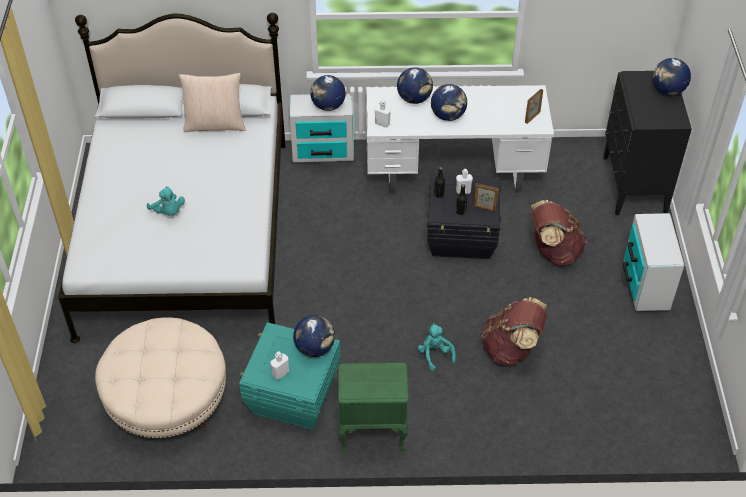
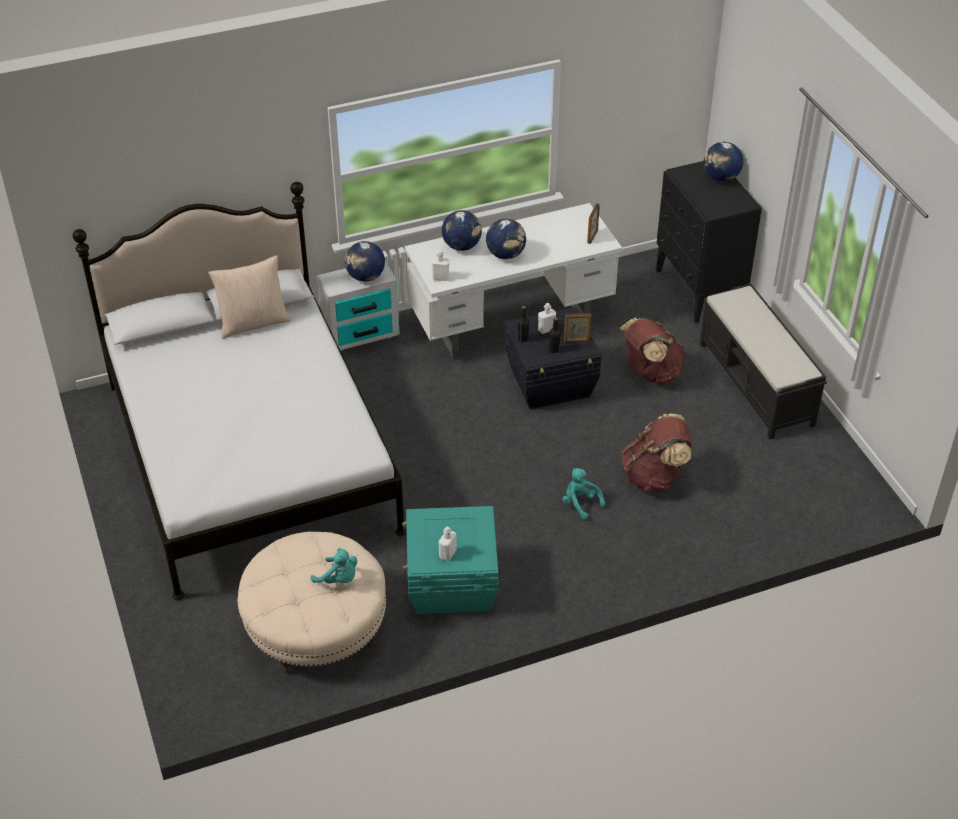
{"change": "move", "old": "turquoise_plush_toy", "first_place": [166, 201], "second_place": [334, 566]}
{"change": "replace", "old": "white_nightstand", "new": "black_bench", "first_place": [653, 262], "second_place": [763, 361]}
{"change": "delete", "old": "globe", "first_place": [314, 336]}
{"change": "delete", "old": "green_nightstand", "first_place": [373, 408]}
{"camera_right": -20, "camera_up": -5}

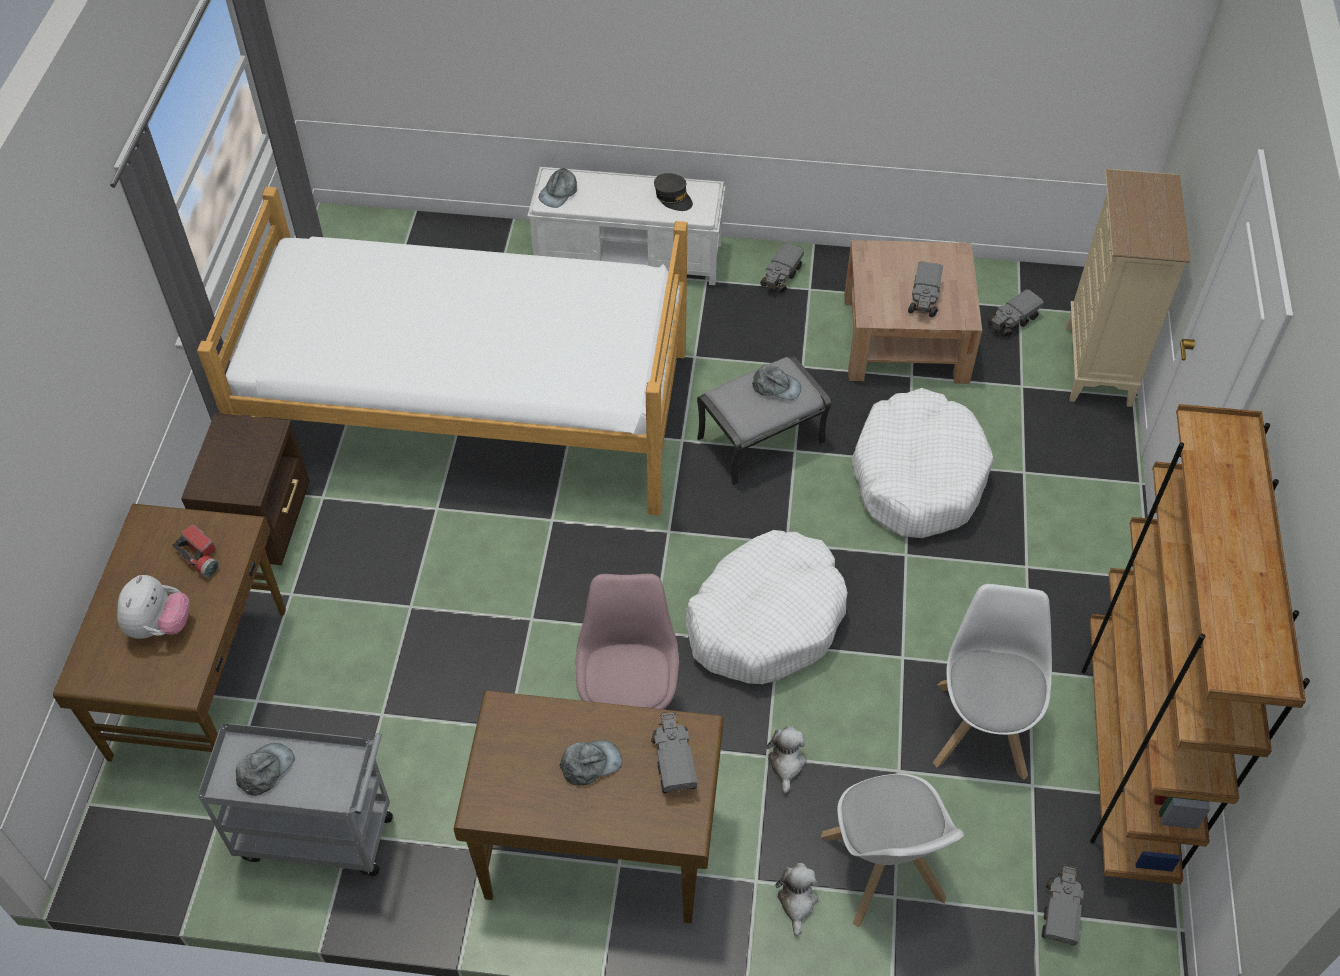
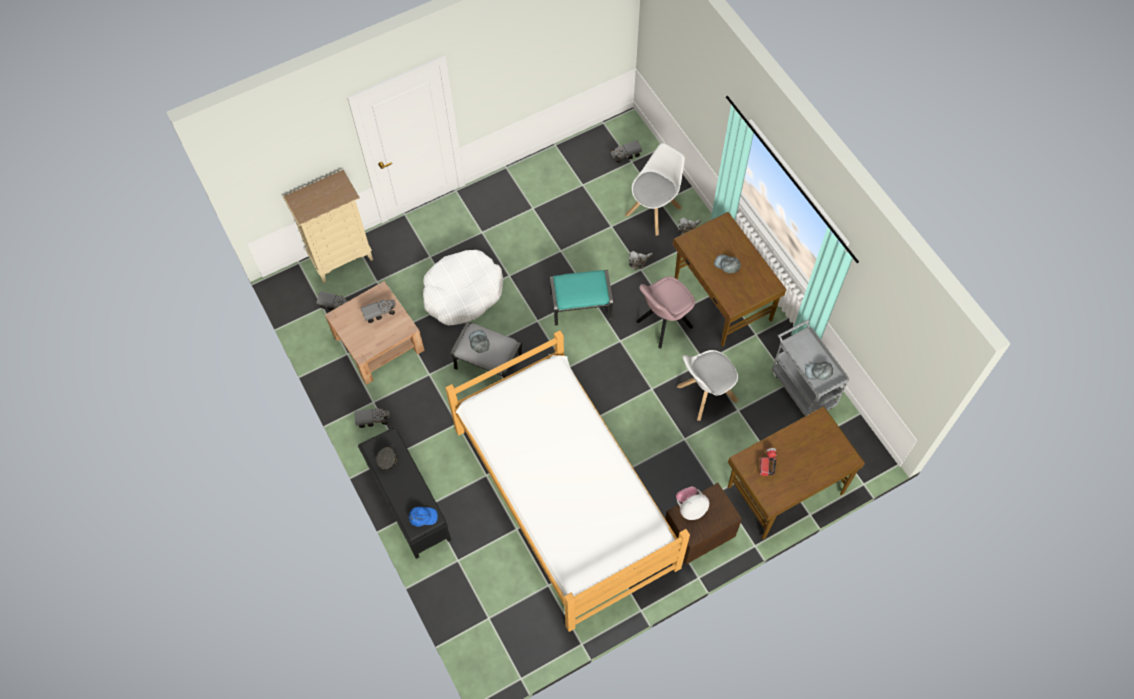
{"change": "recolor", "old": "white_bench", "new": "black_bench", "first_place": [626, 226], "second_place": [404, 493]}
{"change": "recolor", "old": "grey_cap", "new": "blue_cap", "first_place": [557, 188], "second_place": [423, 517]}
{"change": "delete", "old": "brown_bookcase", "first_place": [1195, 644]}
{"change": "replace", "old": "white_dog_bed", "new": "turquoise_ottoman", "first_place": [767, 607], "second_place": [581, 298]}
{"change": "move", "old": "plush_toy", "first_place": [153, 607], "second_place": [692, 503]}
{"change": "move", "old": "chair", "first_place": [992, 682], "second_place": [707, 385]}
{"change": "delete", "old": "toy_truck", "first_place": [674, 752]}
{"camera_right": -125, "camera_up": 10}

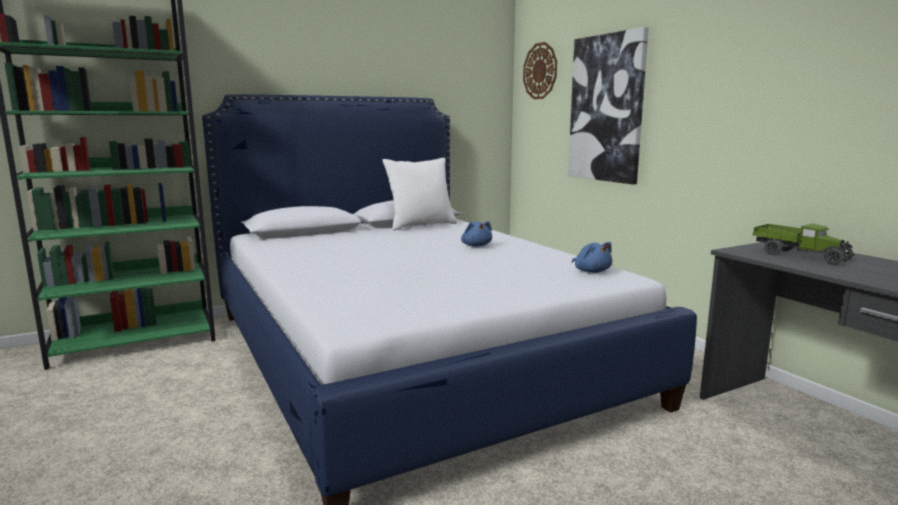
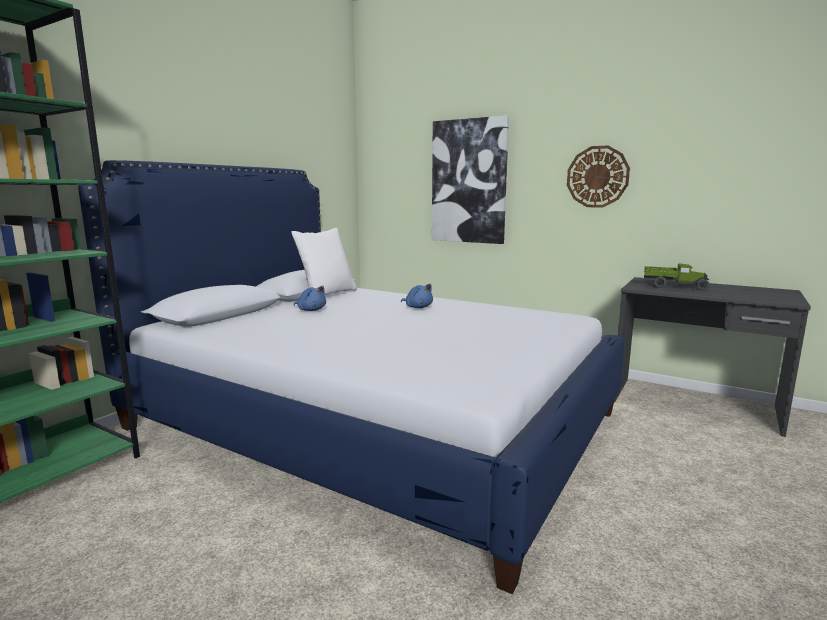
{"change": "move", "old": "wall_clock", "first_place": [540, 70], "second_place": [598, 176]}
{"change": "move", "old": "blue_plush_toy", "first_place": [592, 257], "second_place": [310, 298]}
{"camera_right": -30, "camera_up": 0}

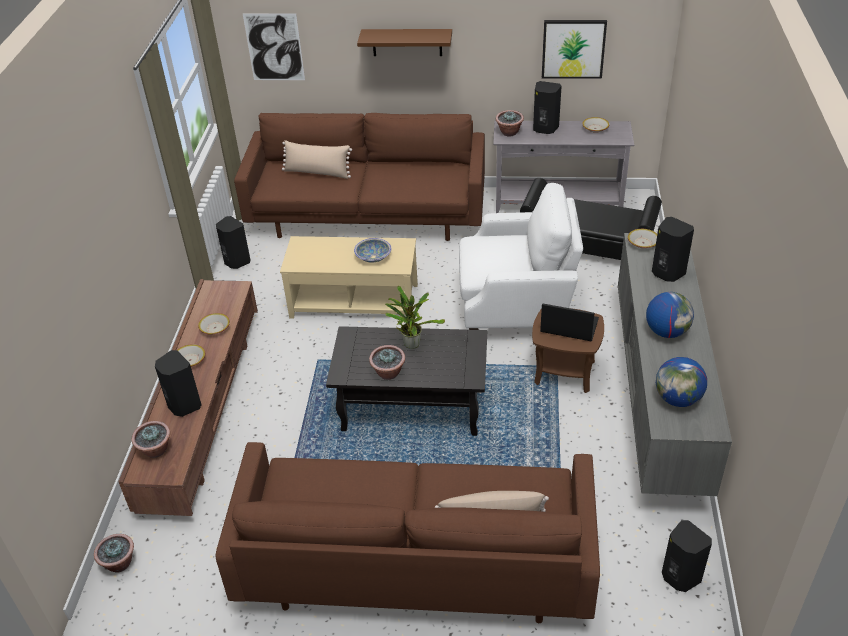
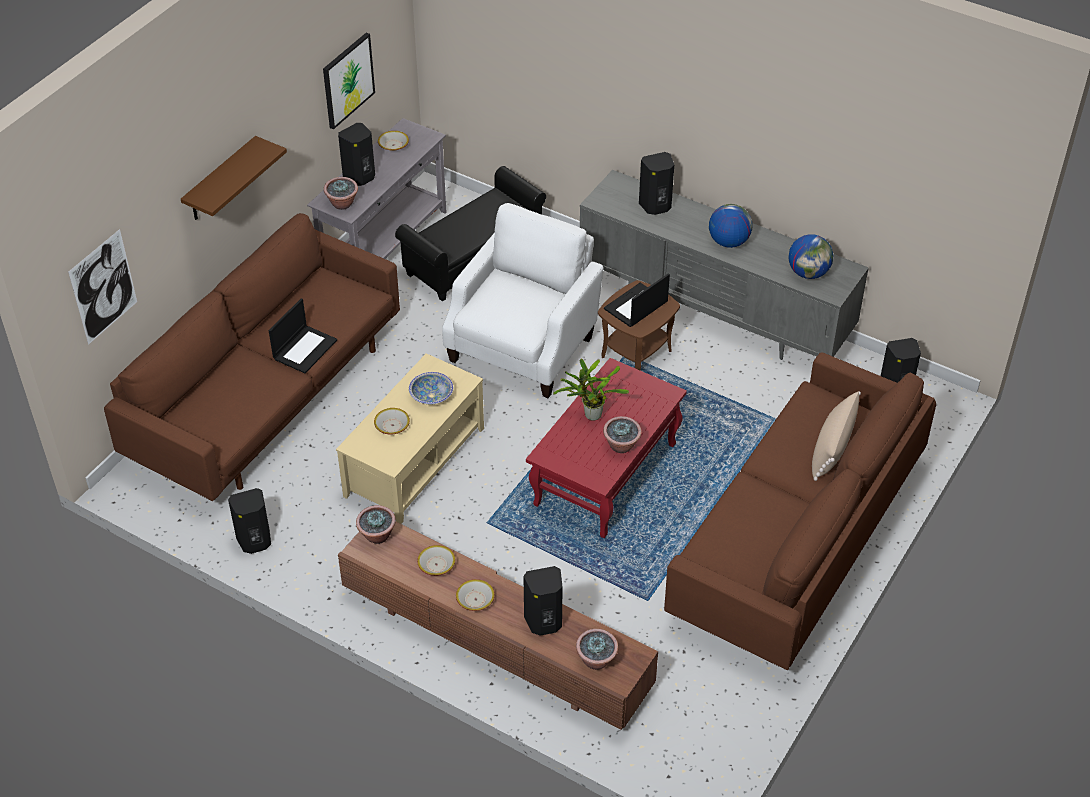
{"change": "delete", "old": "beige_pillow", "first_place": [317, 159]}
{"change": "move", "old": "bowl", "first_place": [642, 238], "second_place": [392, 421]}
{"change": "recolor", "old": "black_coffee_table", "new": "red_coffee_table", "first_place": [406, 381], "second_place": [606, 448]}
{"change": "move", "old": "potted_plant", "first_place": [114, 553], "second_place": [376, 524]}
{"change": "insert", "new": "laptop", "second_place": [303, 335]}
{"camera_right": -65, "camera_up": 5}

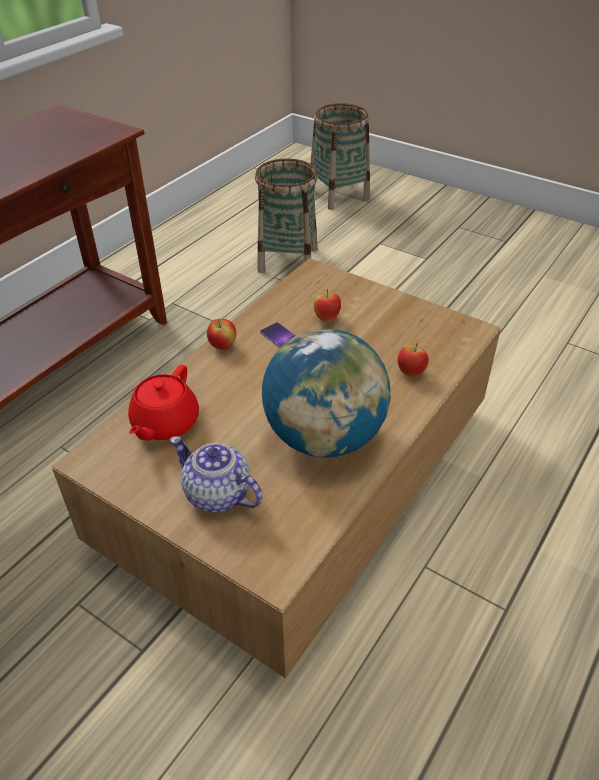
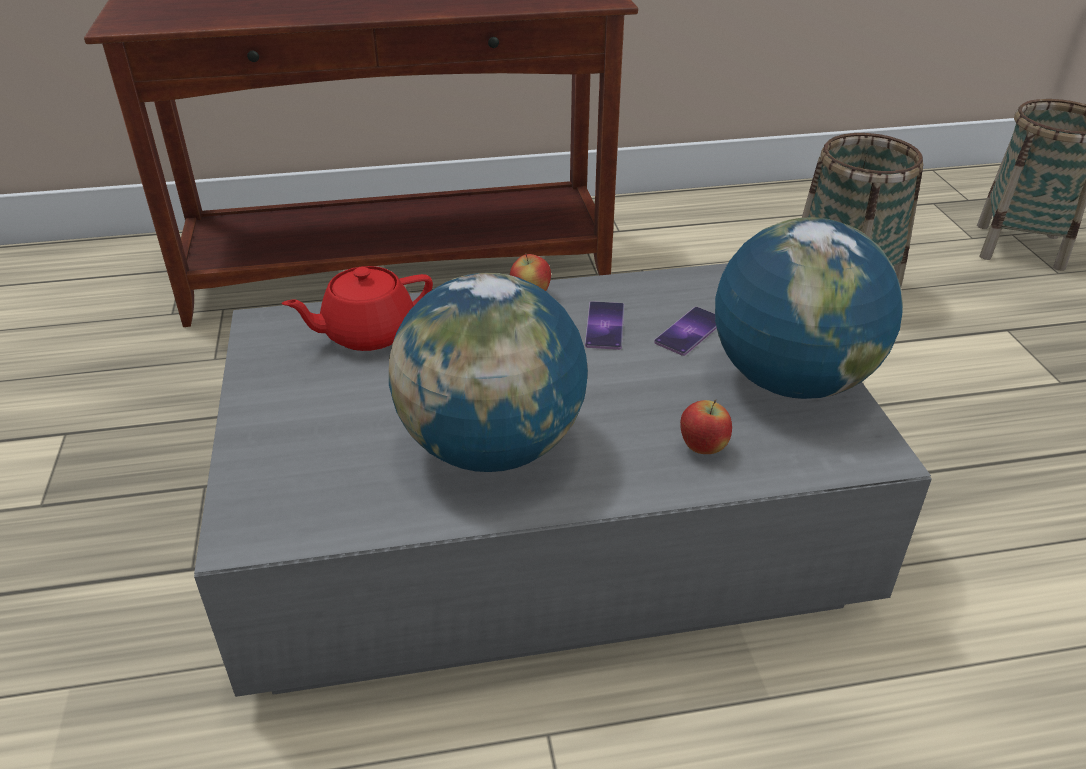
{"change": "recolor", "old": "brown_coffee_table", "new": "grey_coffee_table", "first_place": [276, 468], "second_place": [563, 480]}
{"change": "replace", "old": "apple", "new": "phone", "first_place": [327, 305], "second_place": [685, 331]}
{"change": "delete", "old": "teapot", "first_place": [216, 474]}
{"change": "insert", "new": "globe", "second_place": [809, 308]}
{"camera_right": 45, "camera_up": -5}

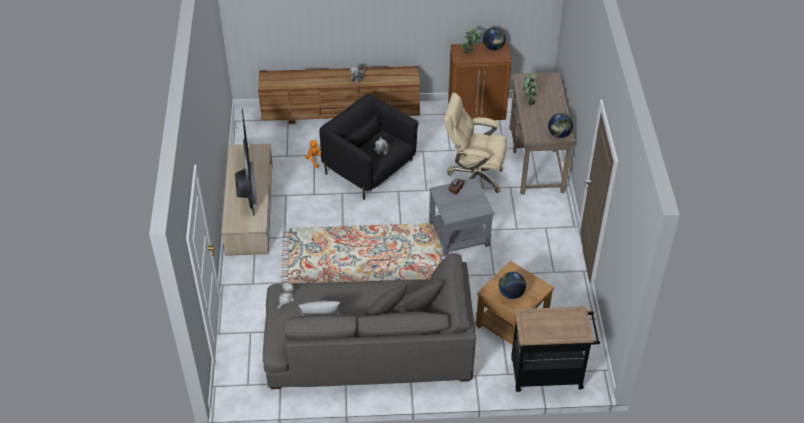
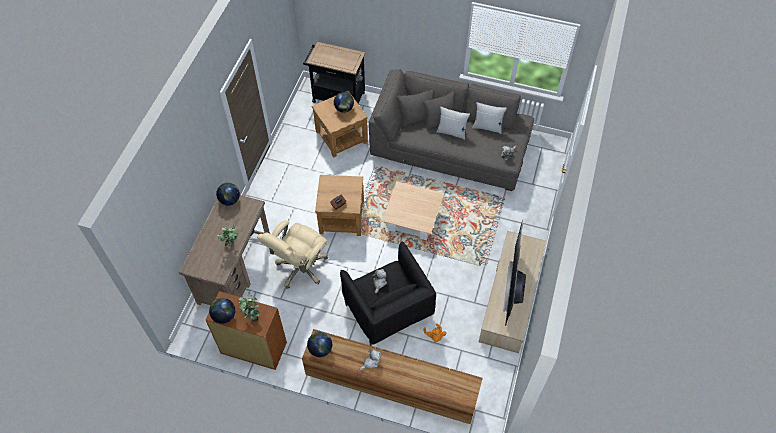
{"change": "rotate", "old": "beige_office_chair", "first_place": [475, 143], "second_place": [293, 254], "degrees": 90}
{"change": "recolor", "old": "grey_side_table", "new": "brown_side_table", "first_place": [461, 217], "second_place": [339, 205]}
{"change": "insert", "new": "grey_pillow", "second_place": [453, 123]}
{"change": "insert", "new": "beige_coffee_table", "second_place": [413, 210]}
{"change": "insert", "new": "globe", "second_place": [319, 344]}
{"camera_right": -160, "camera_up": 10}

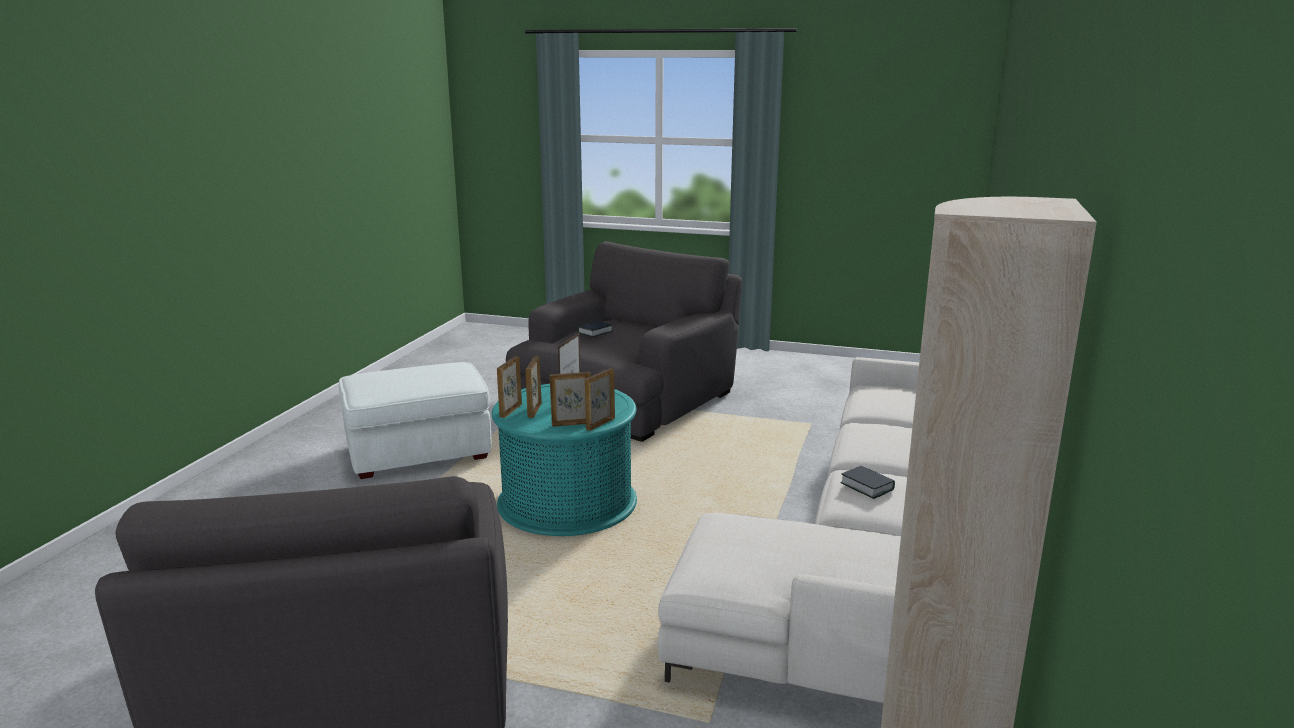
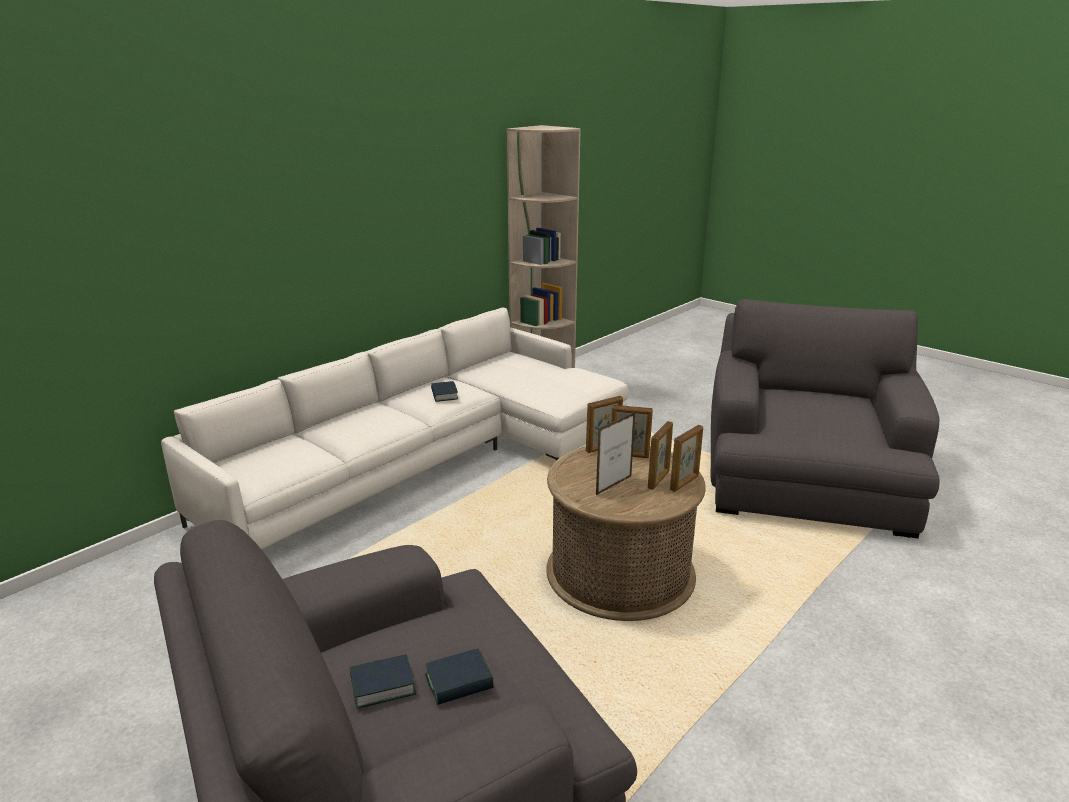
{"change": "delete", "old": "white_ottoman", "first_place": [415, 420]}
{"change": "recolor", "old": "turquoise_coffee_table", "new": "brown_coffee_table", "first_place": [564, 460], "second_place": [626, 533]}
{"change": "insert", "new": "book", "second_place": [383, 681]}
{"camera_right": -155, "camera_up": 5}

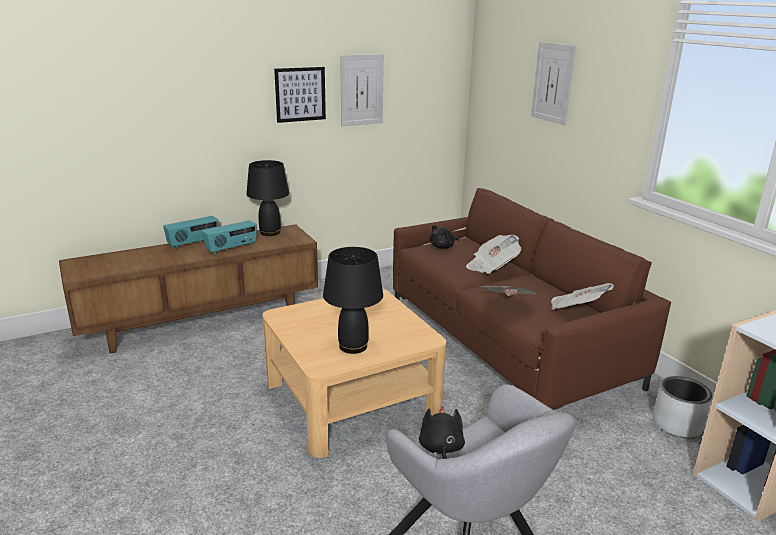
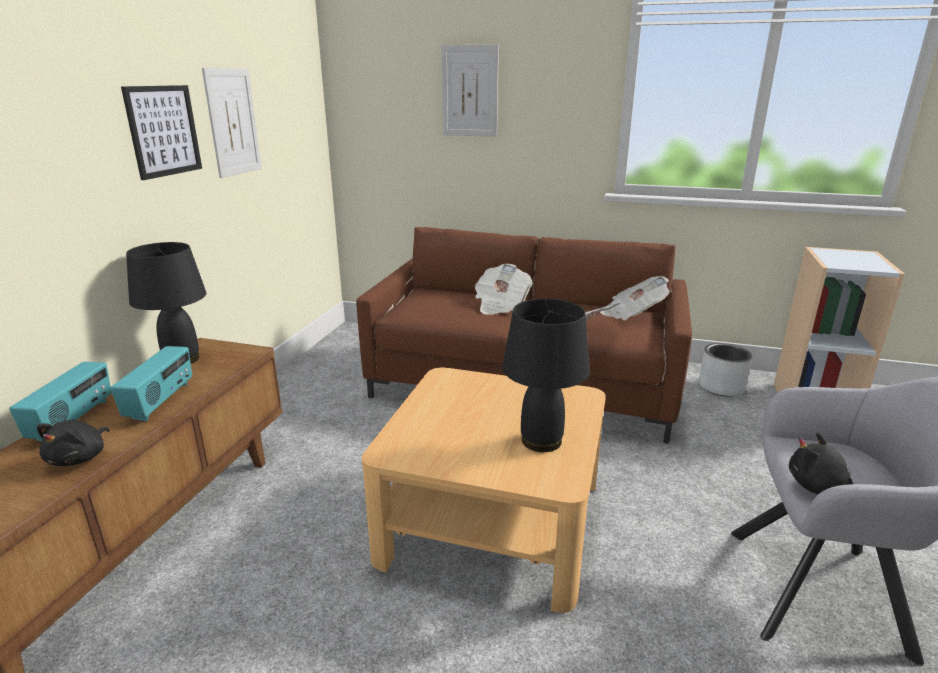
{"change": "move", "old": "black_plush_toy", "first_place": [444, 237], "second_place": [73, 443]}
{"camera_right": -45, "camera_up": 0}

